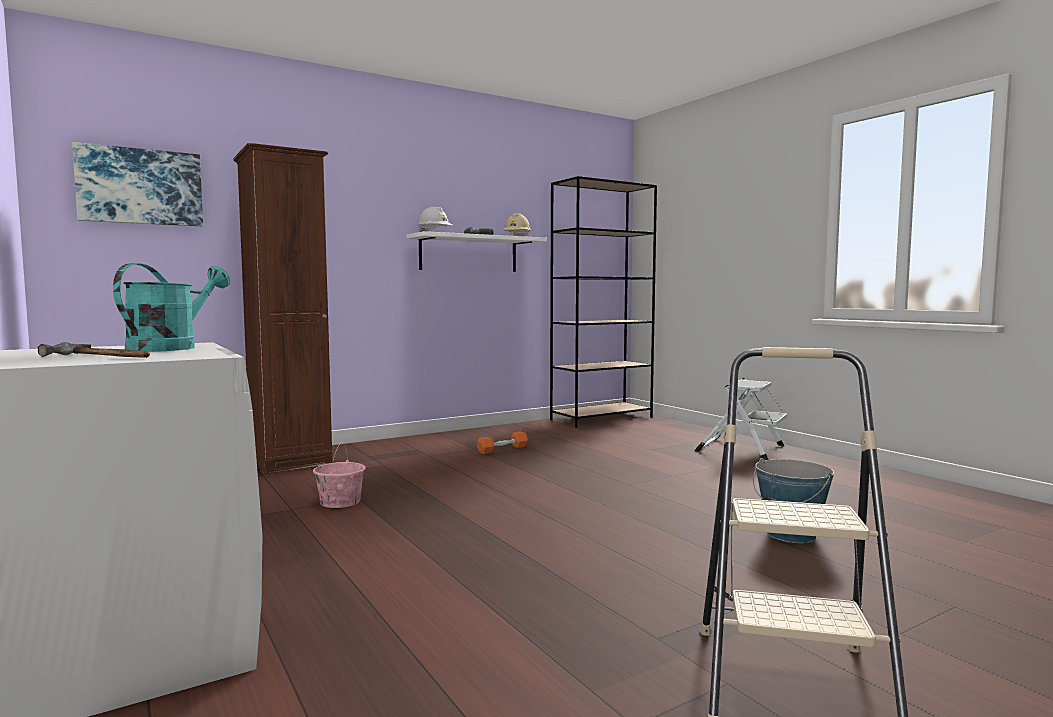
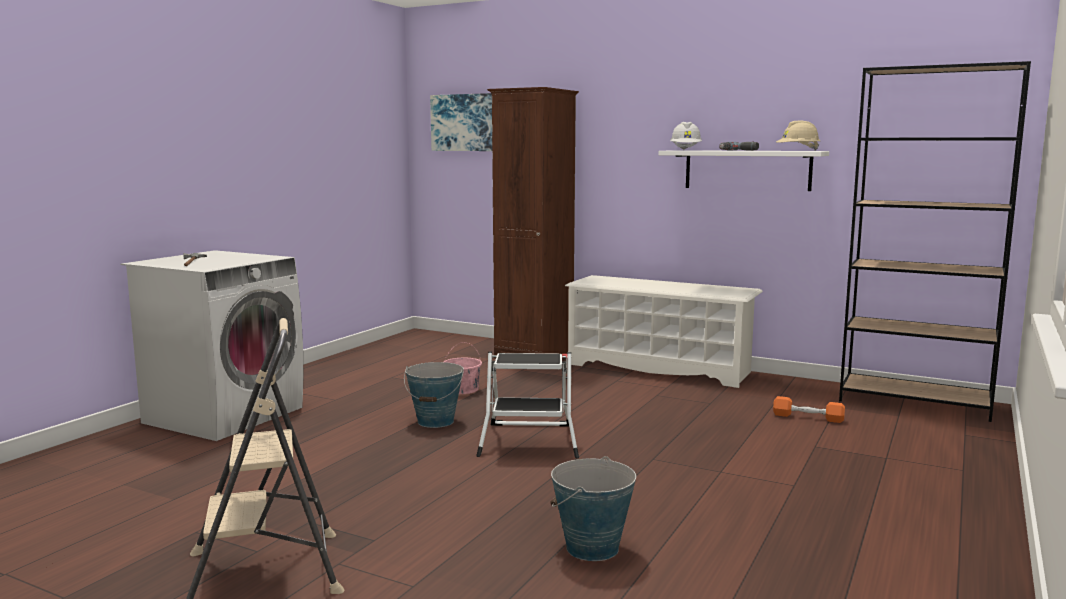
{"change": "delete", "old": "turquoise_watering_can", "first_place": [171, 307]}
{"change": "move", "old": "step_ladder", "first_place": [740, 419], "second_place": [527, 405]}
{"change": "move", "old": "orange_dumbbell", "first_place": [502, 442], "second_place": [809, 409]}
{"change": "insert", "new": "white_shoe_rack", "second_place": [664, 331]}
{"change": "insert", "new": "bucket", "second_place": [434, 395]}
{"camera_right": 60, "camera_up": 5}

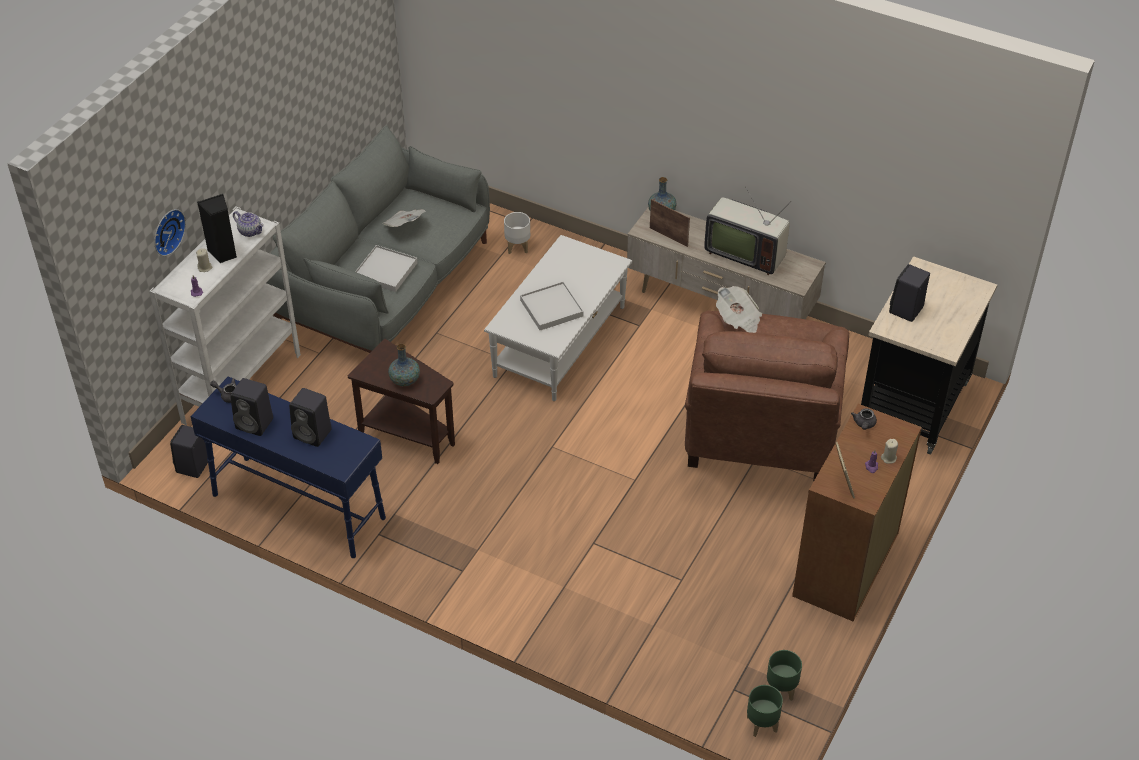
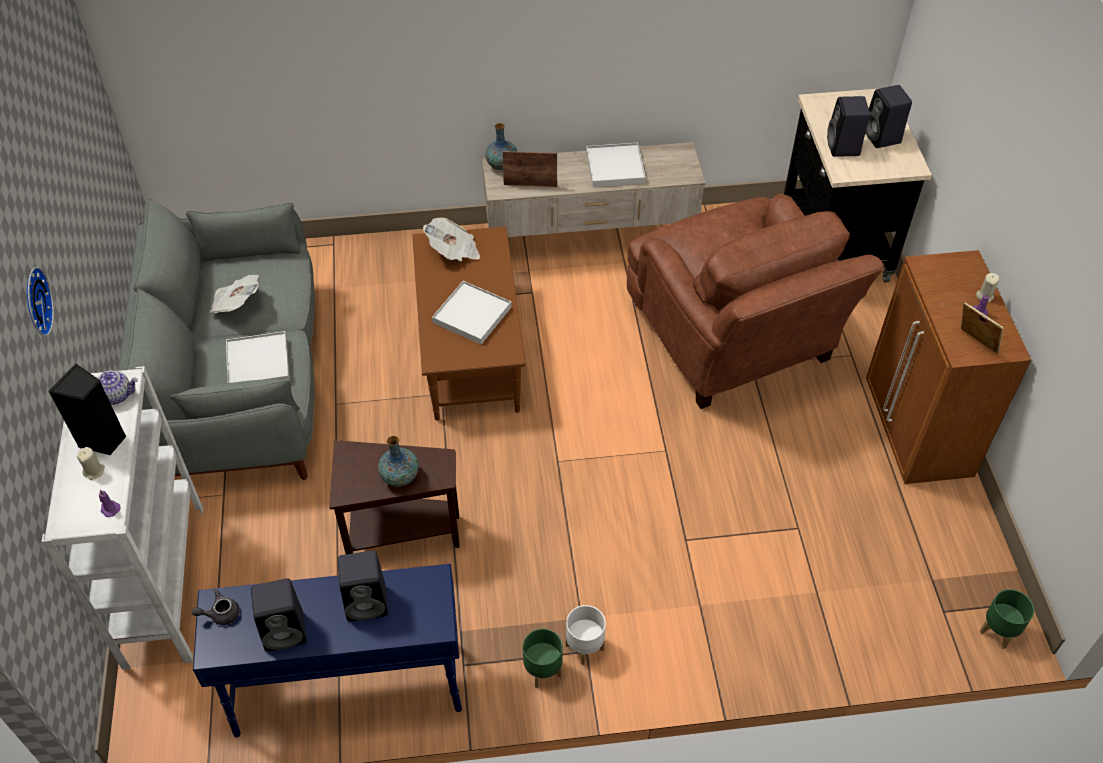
{"change": "replace", "old": "television", "new": "white_tray", "first_place": [747, 231], "second_place": [616, 165]}
{"change": "move", "old": "wall_clock", "first_place": [170, 232], "second_place": [40, 301]}
{"change": "move", "old": "white_planter", "first_place": [517, 233], "second_place": [586, 635]}
{"change": "recolor", "old": "white_coffee_table", "new": "brown_coffee_table", "first_place": [558, 318], "second_place": [469, 324]}
{"change": "move", "old": "newspaper", "first_place": [739, 309], "second_place": [451, 239]}
{"change": "delete", "old": "grey_teapot", "first_place": [864, 419]}
{"change": "move", "old": "black_speaker", "first_place": [189, 451], "second_place": [888, 116]}
{"change": "move", "old": "green_planter", "first_place": [784, 675], "second_place": [543, 658]}
{"camera_right": -35, "camera_up": 5}

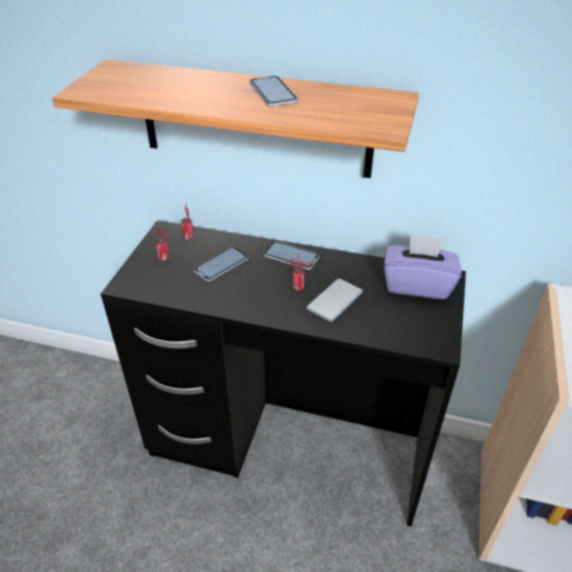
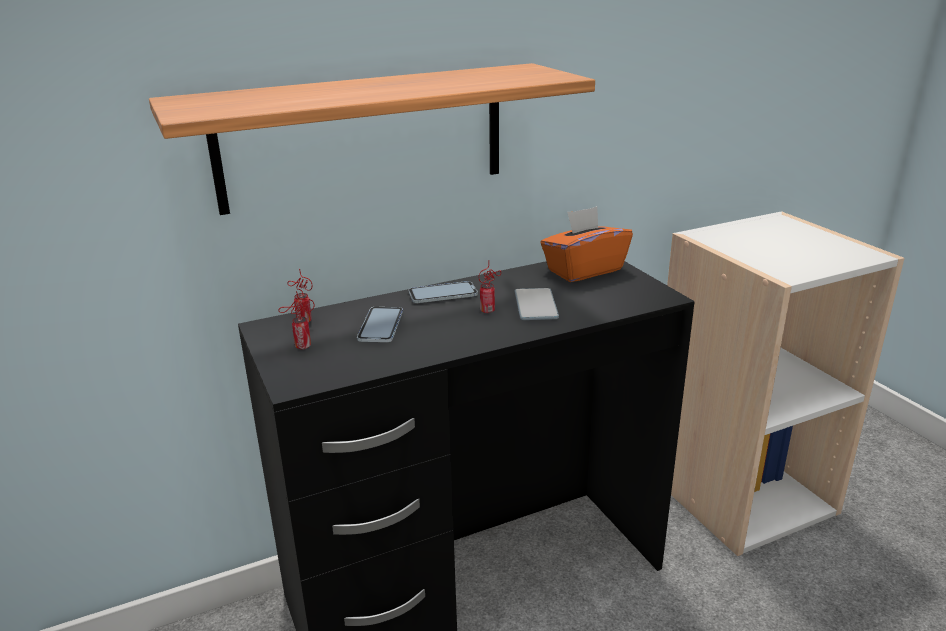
{"change": "delete", "old": "phone", "first_place": [274, 91]}
{"change": "recolor", "old": "purple_tissue_box", "new": "orange_tissue_box", "first_place": [423, 266], "second_place": [586, 244]}
{"camera_right": -40, "camera_up": -15}

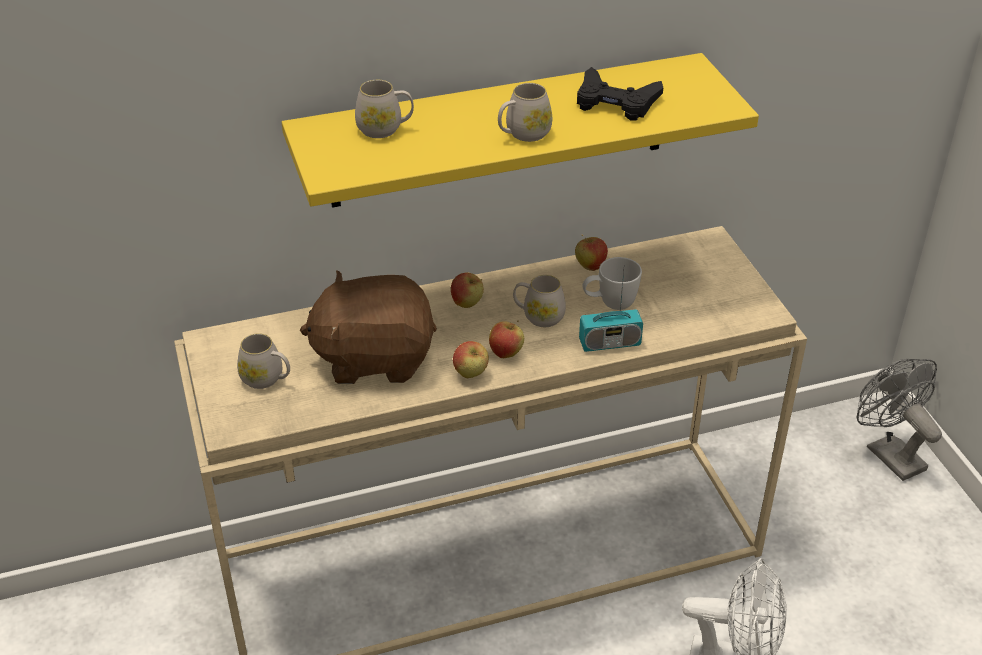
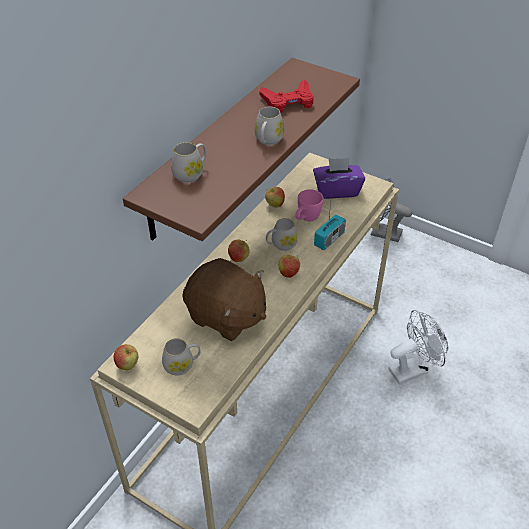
{"change": "recolor", "old": "yellow_shelf", "new": "brown_shelf", "first_place": [520, 130], "second_place": [241, 149]}
{"change": "recolor", "old": "black_game_controller", "new": "red_game_controller", "first_place": [620, 94], "second_place": [287, 96]}
{"change": "recolor", "old": "white_mug", "new": "pink_mug", "first_place": [612, 283], "second_place": [309, 205]}
{"change": "rotate", "old": "brown_plush_toy", "first_place": [368, 327], "second_place": [224, 299], "degrees": -105}
{"change": "move", "old": "apple", "first_place": [471, 359], "second_place": [125, 357]}
{"change": "insert", "new": "purple_tissue_box", "second_place": [339, 178]}
{"camera_right": -40, "camera_up": 5}

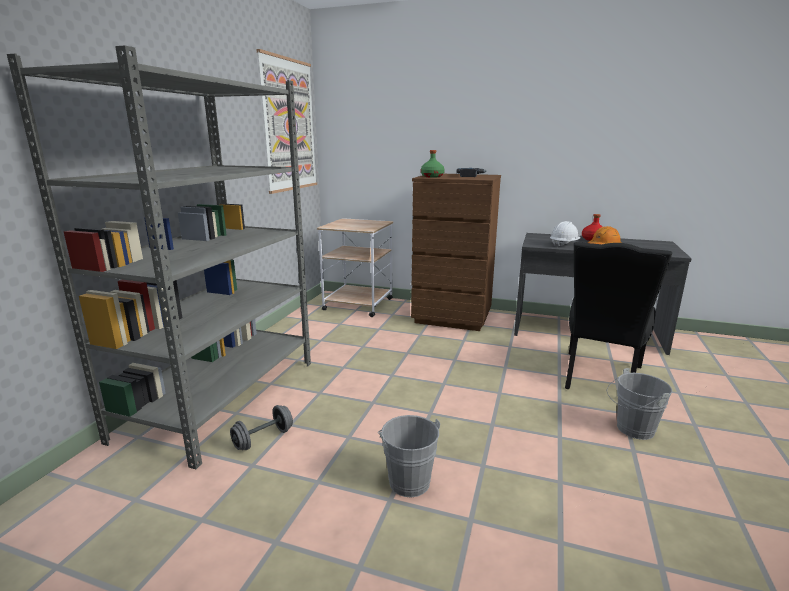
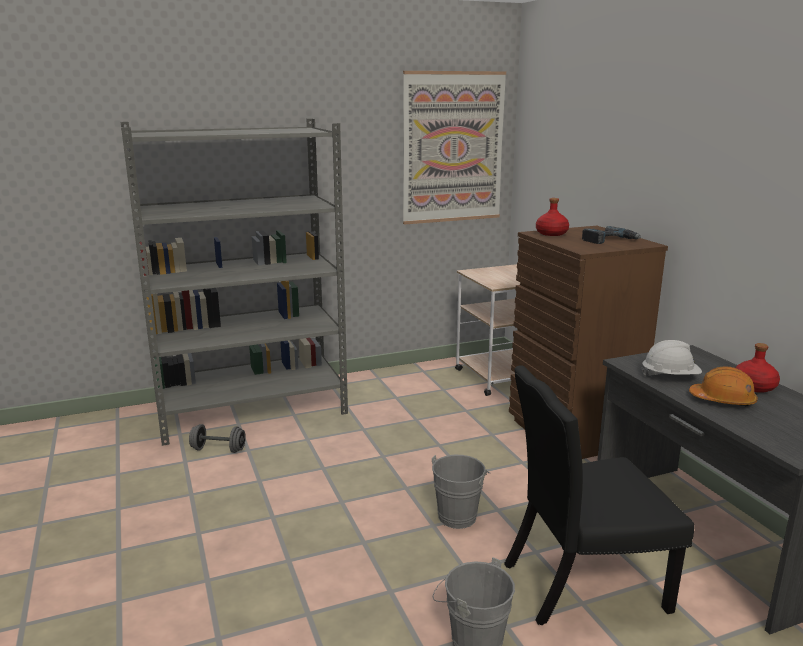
{"change": "recolor", "old": "green_bottle", "new": "red_bottle", "first_place": [433, 163], "second_place": [552, 217]}
{"change": "move", "old": "grey_bucket", "first_place": [409, 456], "second_place": [461, 492]}
{"camera_right": 50, "camera_up": 0}

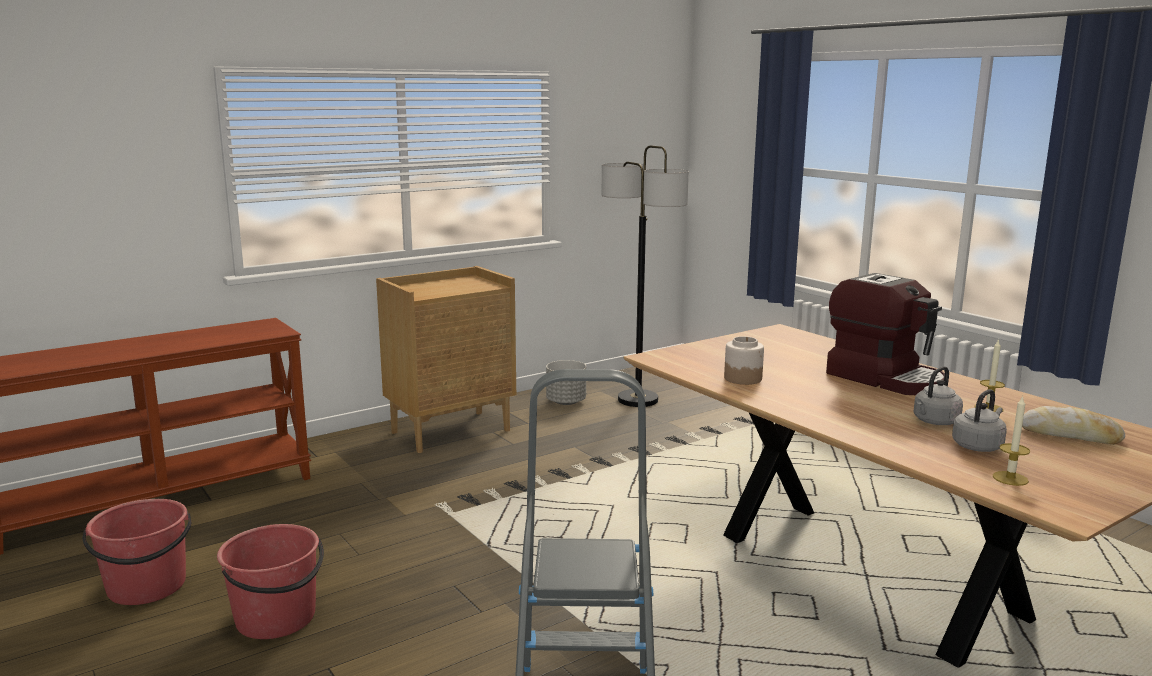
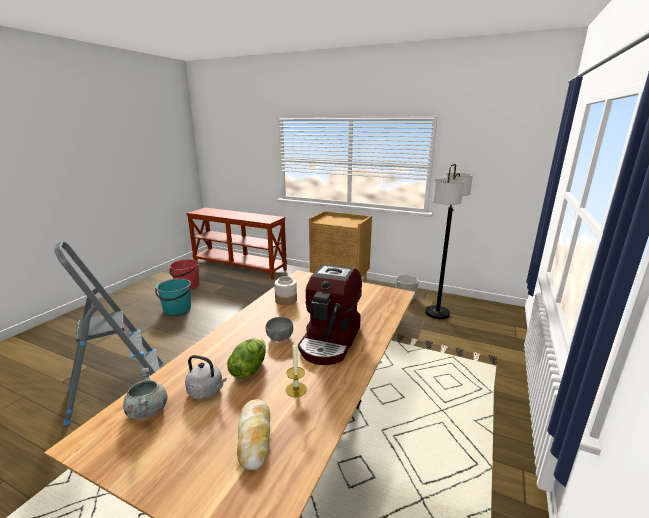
{"change": "replace", "old": "grey_kettle", "new": "lettuce", "first_place": [938, 395], "second_place": [246, 358]}
{"change": "replace", "old": "candle", "new": "grey_cooking_pot", "first_place": [1011, 440], "second_place": [145, 393]}
{"change": "recolor", "old": "red_bucket", "new": "turquoise_bucket", "first_place": [270, 581], "second_place": [173, 296]}
{"change": "insert", "new": "grey_bowl", "second_place": [279, 329]}
{"camera_right": 60, "camera_up": 5}

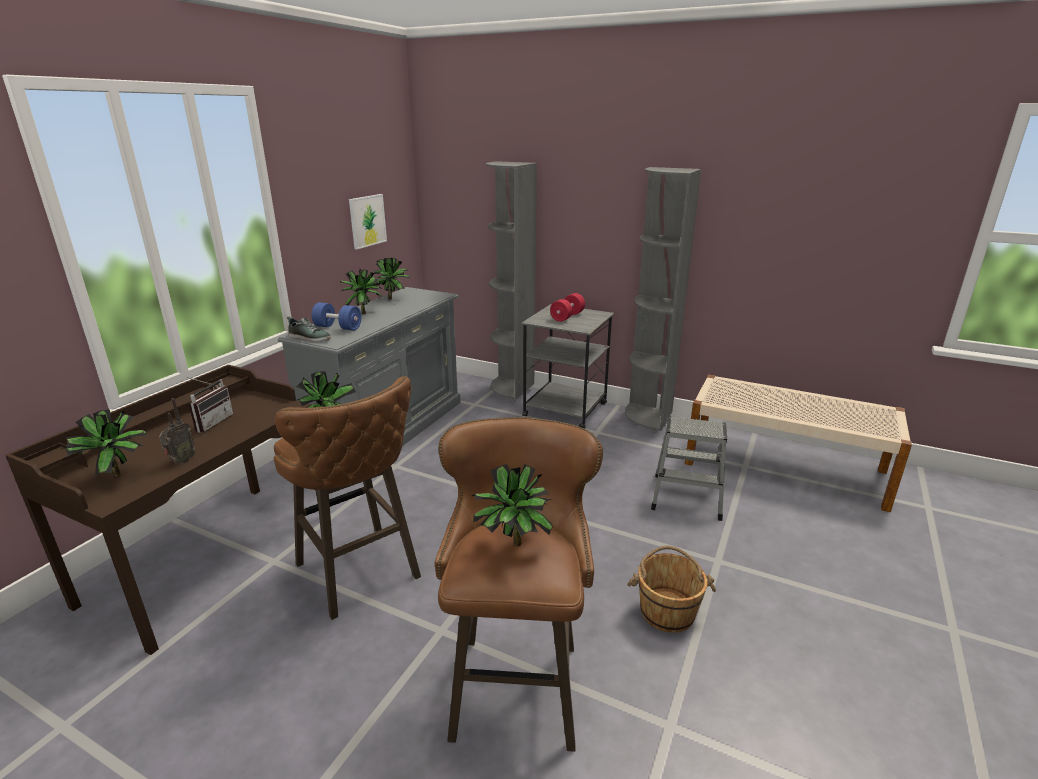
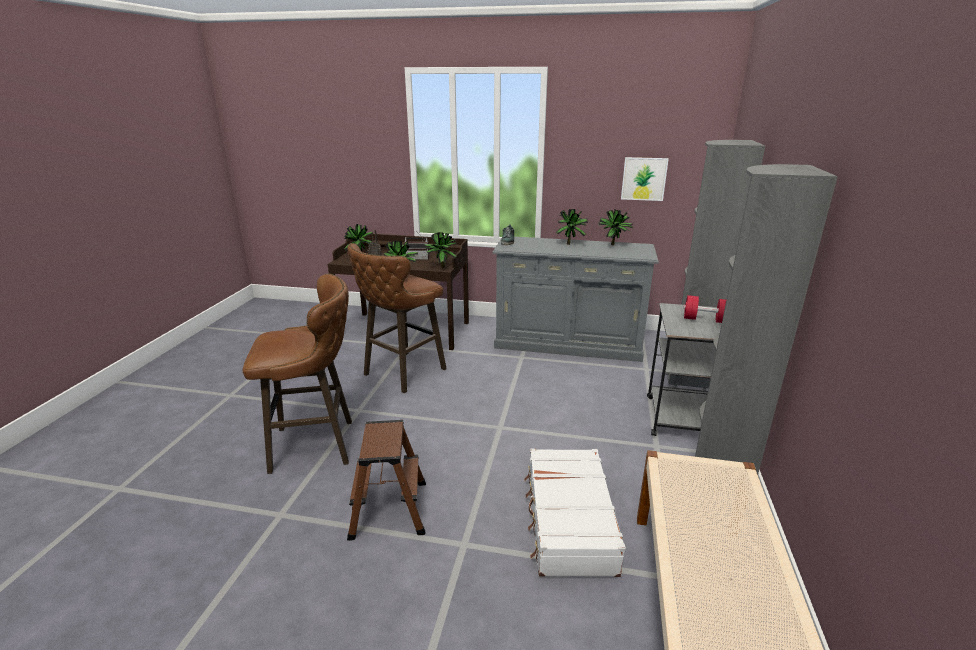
{"change": "delete", "old": "blue_dumbbell", "first_place": [336, 316]}
{"change": "replace", "old": "grey_step_ladder", "new": "white_suitcase", "first_place": [689, 468], "second_place": [575, 513]}
{"change": "move", "old": "potted_plant", "first_place": [512, 505], "second_place": [440, 250]}
{"change": "replace", "old": "brown_bucket", "new": "brown_step_ladder", "first_place": [671, 589], "second_place": [386, 480]}
{"camera_right": 75, "camera_up": 0}

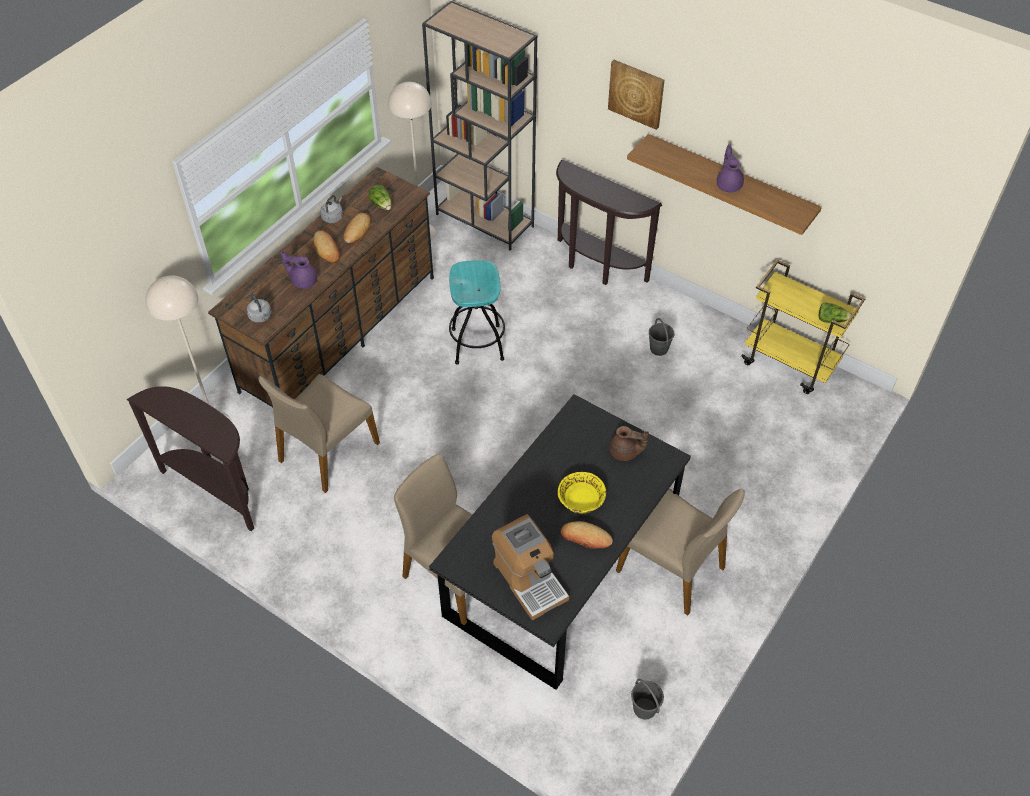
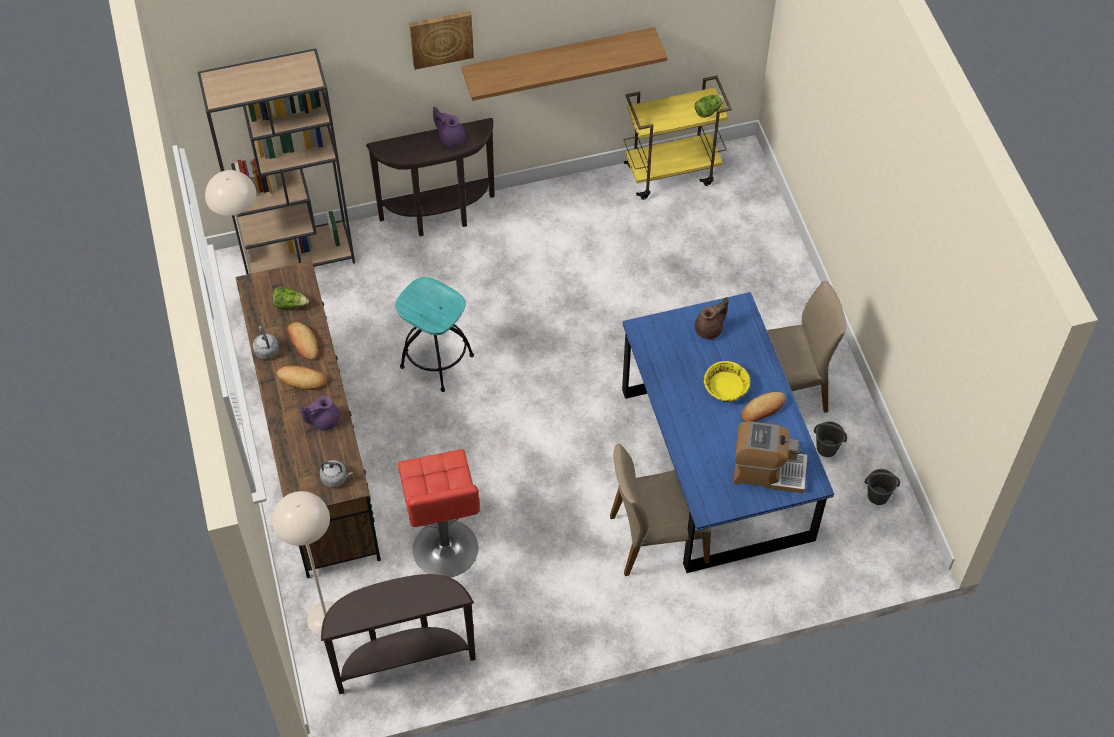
{"change": "move", "old": "purple_teapot", "first_place": [730, 168], "second_place": [449, 127]}
{"change": "move", "old": "grey_bucket", "first_place": [662, 337], "second_place": [830, 439]}
{"change": "replace", "old": "beige_chair", "new": "red_stool", "first_place": [319, 433], "second_place": [438, 513]}
{"change": "recolor", "old": "black_dining_table", "new": "blue_dining_table", "first_place": [560, 542], "second_place": [728, 432]}
{"camera_right": -50, "camera_up": 5}

